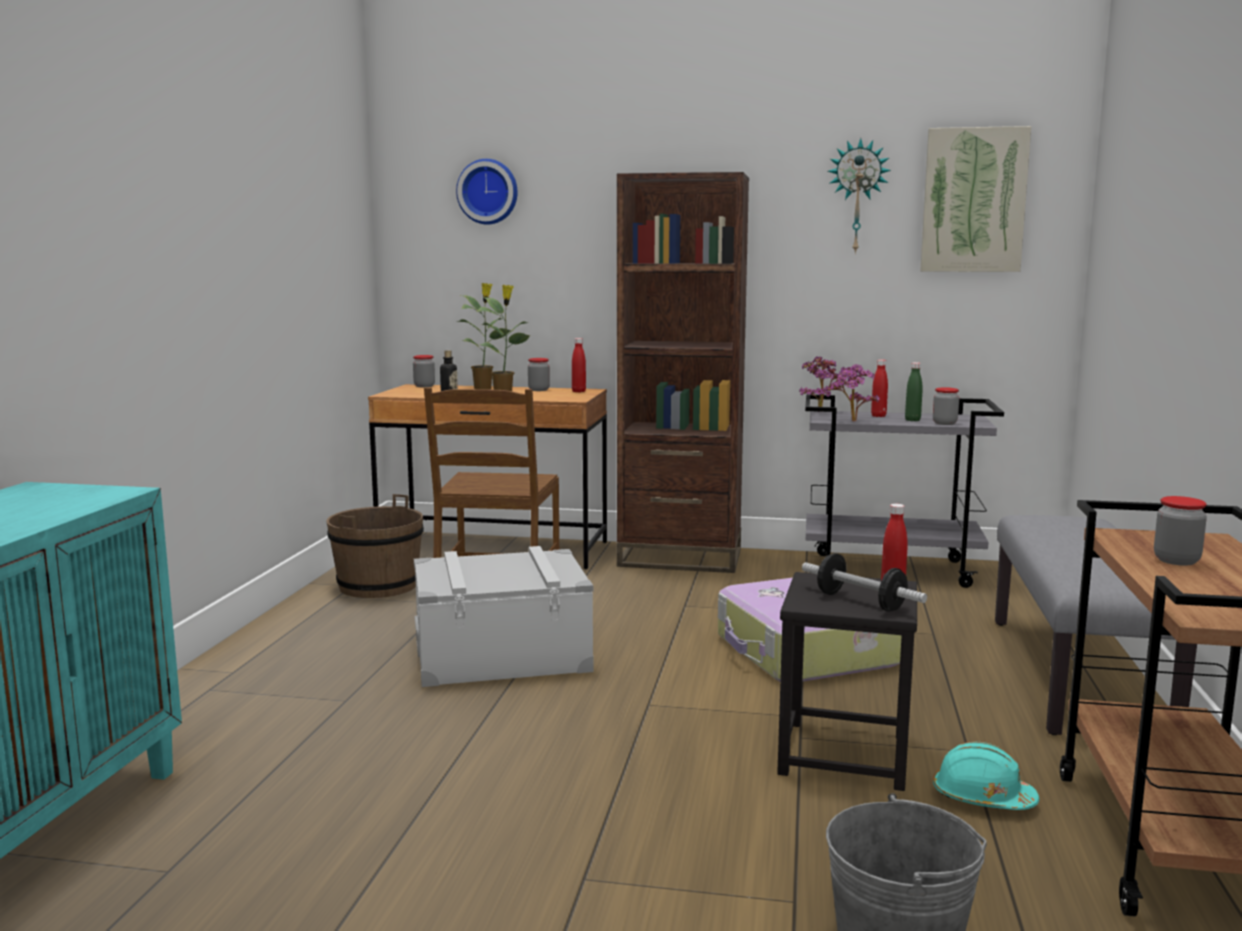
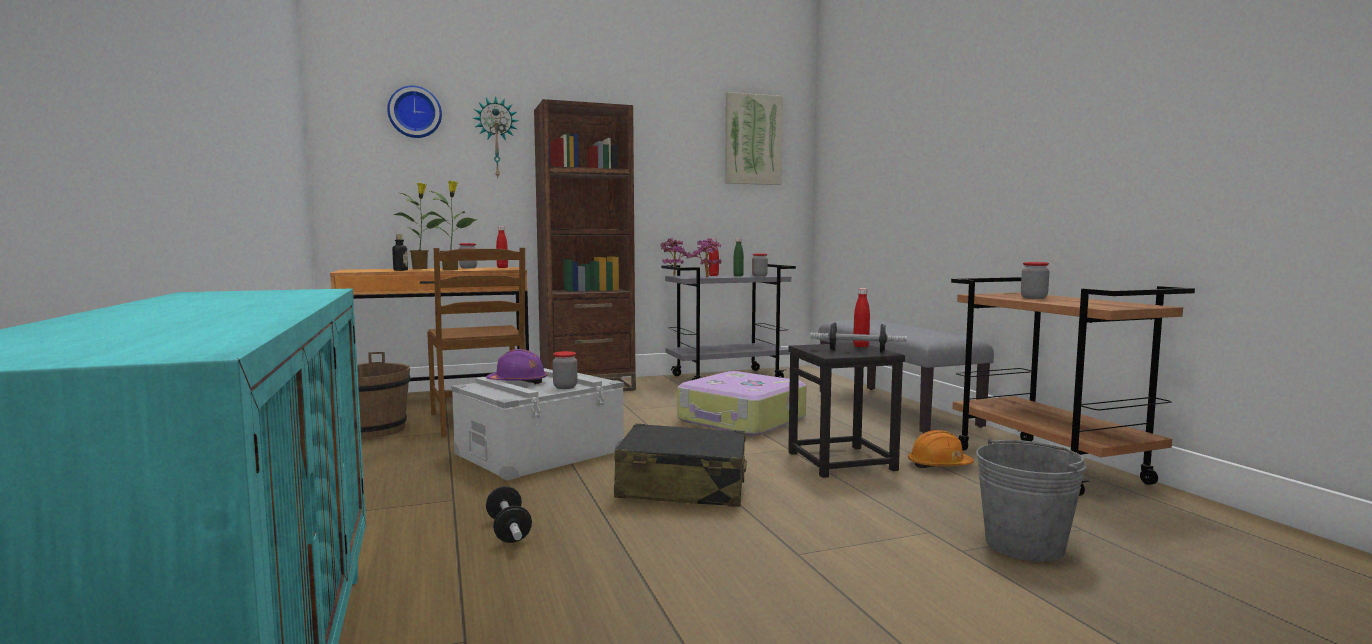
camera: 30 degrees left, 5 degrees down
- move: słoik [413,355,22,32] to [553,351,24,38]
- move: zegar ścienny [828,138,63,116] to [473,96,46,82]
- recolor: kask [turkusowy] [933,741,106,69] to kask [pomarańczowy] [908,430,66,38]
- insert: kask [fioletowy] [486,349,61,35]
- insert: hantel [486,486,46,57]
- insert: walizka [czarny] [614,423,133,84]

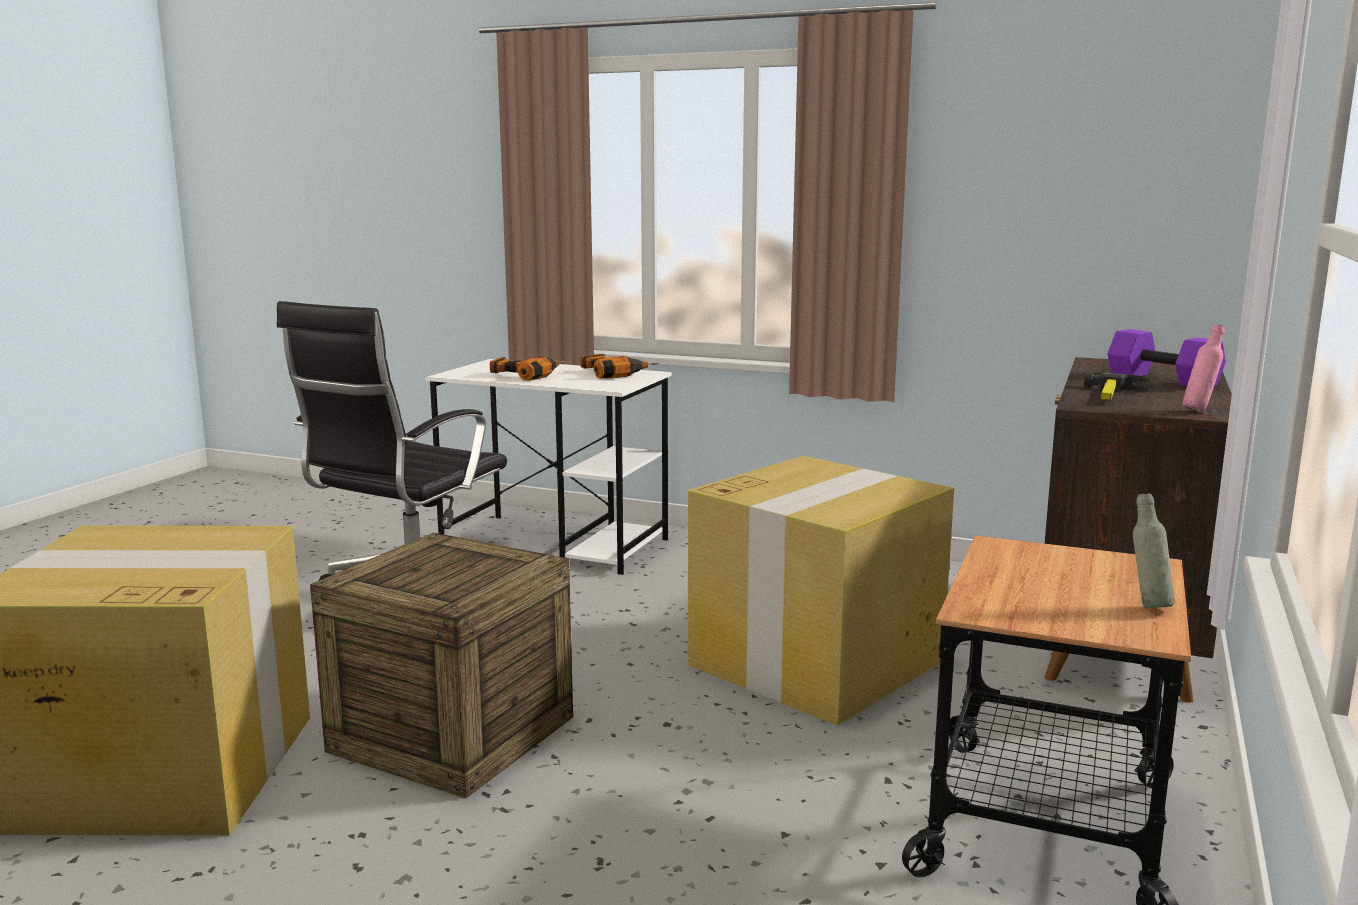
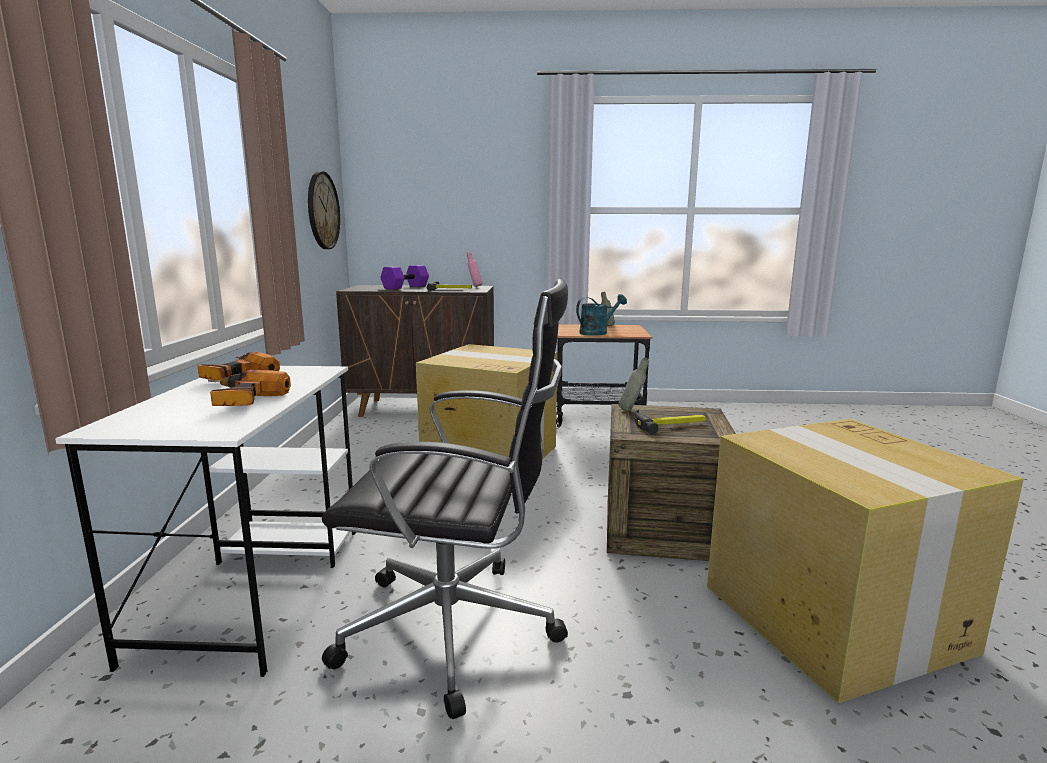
camera: 110 degrees left, 0 degrees up
- insert: zegar ścienny [308,171,32,78]
- insert: konewka [turkusowy] [576,294,51,42]
- insert: butelka [szary] [618,357,31,54]
- insert: młotek [635,410,71,24]

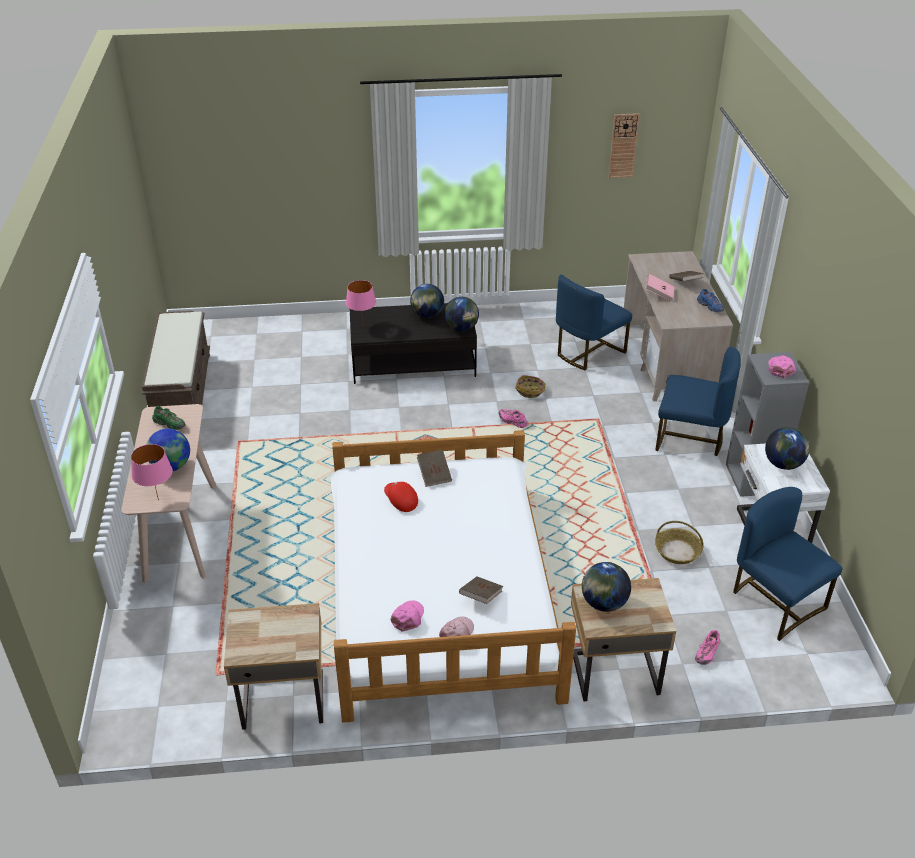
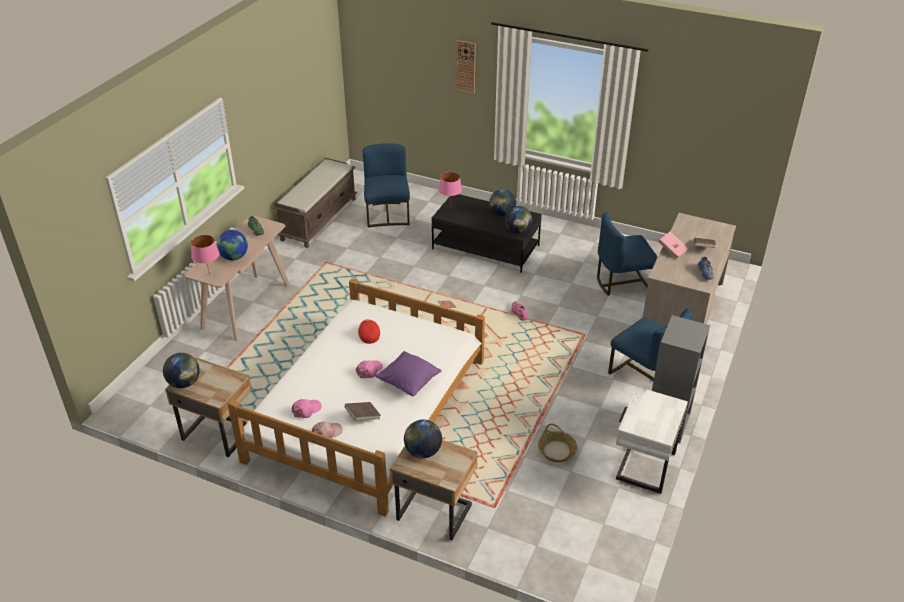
camera: 30 degrees right, 0 degrees up
- delete: książka [brązowy] [417,450,35,37]
- delete: koszyk [515,375,30,23]
- move: zegar ścienny [609,113,31,65] to [456,40,20,54]
- delete: but [różowy] [695,630,25,35]
- move: krzesło [niebieski] [733,487,109,154] to [363,143,47,85]
- move: globus [765,427,45,43] to [163,353,37,35]
- move: czapka z daszkiem [różowy] [768,355,28,23] to [356,360,27,18]
- insert: poduszka [fioletowy] [376,351,66,45]

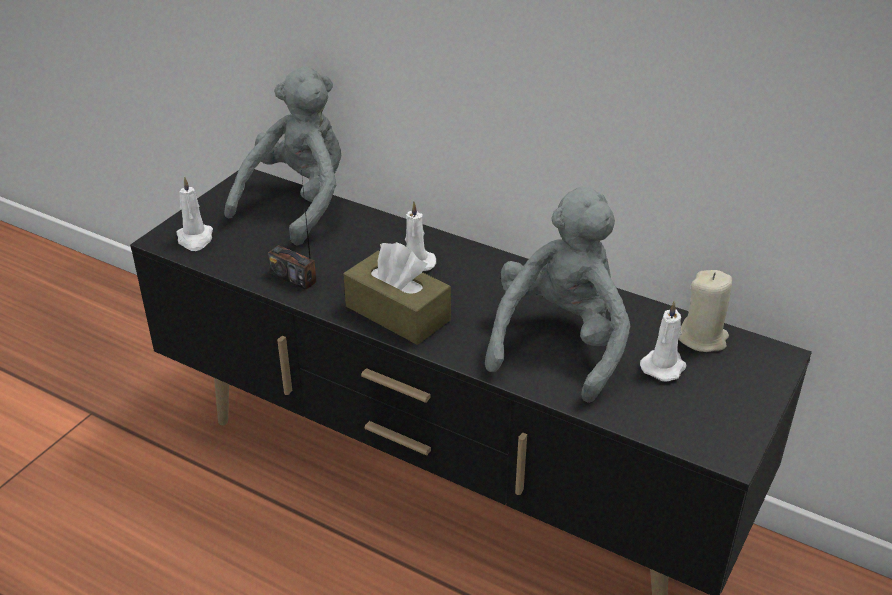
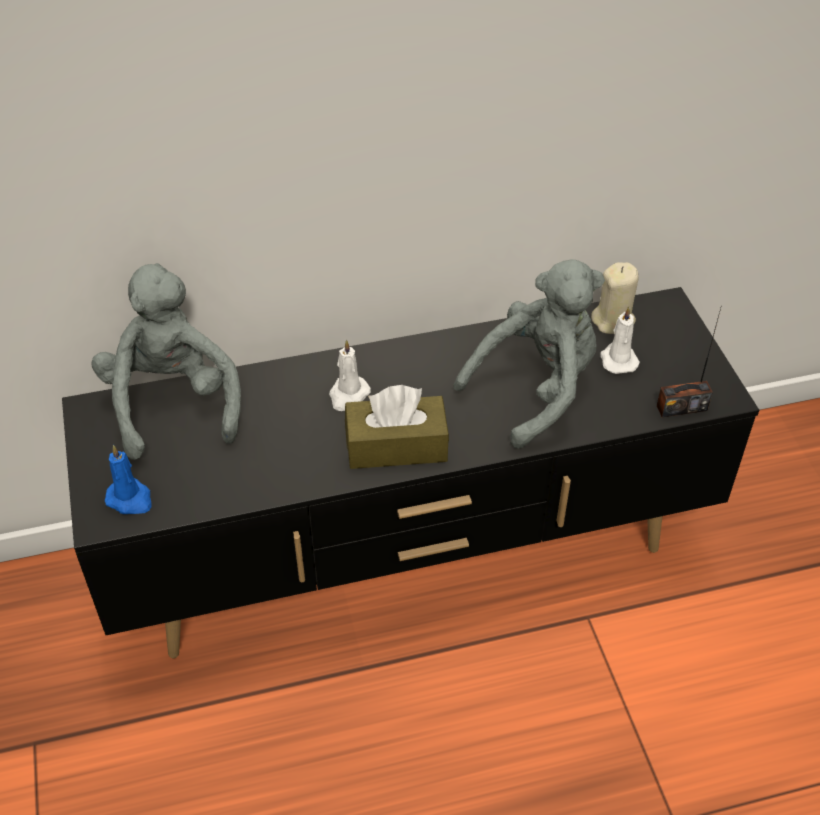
camera: 45 degrees left, 10 degrees up
- recolor: świeca [biały] [176,176,37,75] to świeca [niebieski] [105,445,47,69]
- move: radio [268,170,49,120] to [657,305,65,112]
- rotate: pluszak [szary] [485,187,145,216] = [454,259,151,190] 75 degrees clockwise

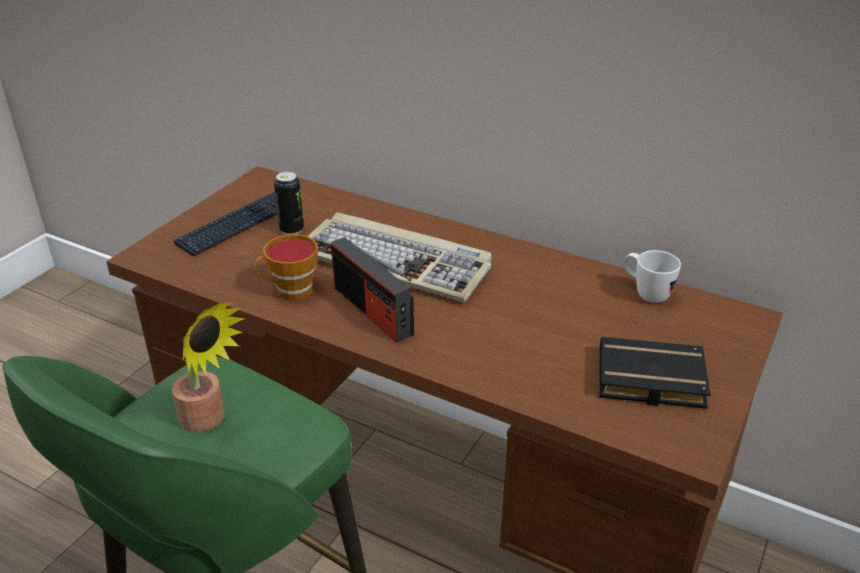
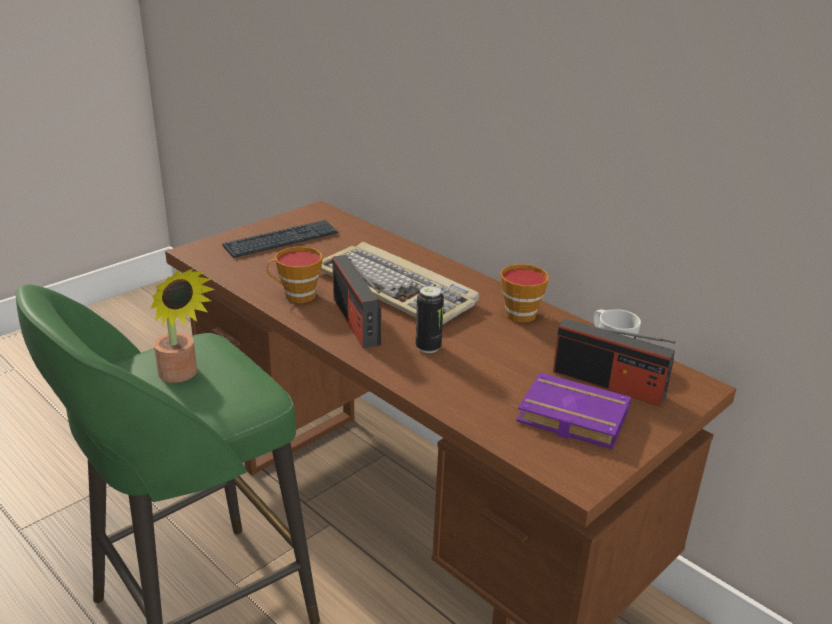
camera: 15 degrees right, 5 degrees down
- move: puszka [274,172,30,63] to [416,286,28,67]
- recolor: książka [czarny] [599,337,112,72] to książka [fioletowy] [517,373,114,76]
- insert: filiżanka [500,264,49,59]
- insert: radio [553,318,122,88]

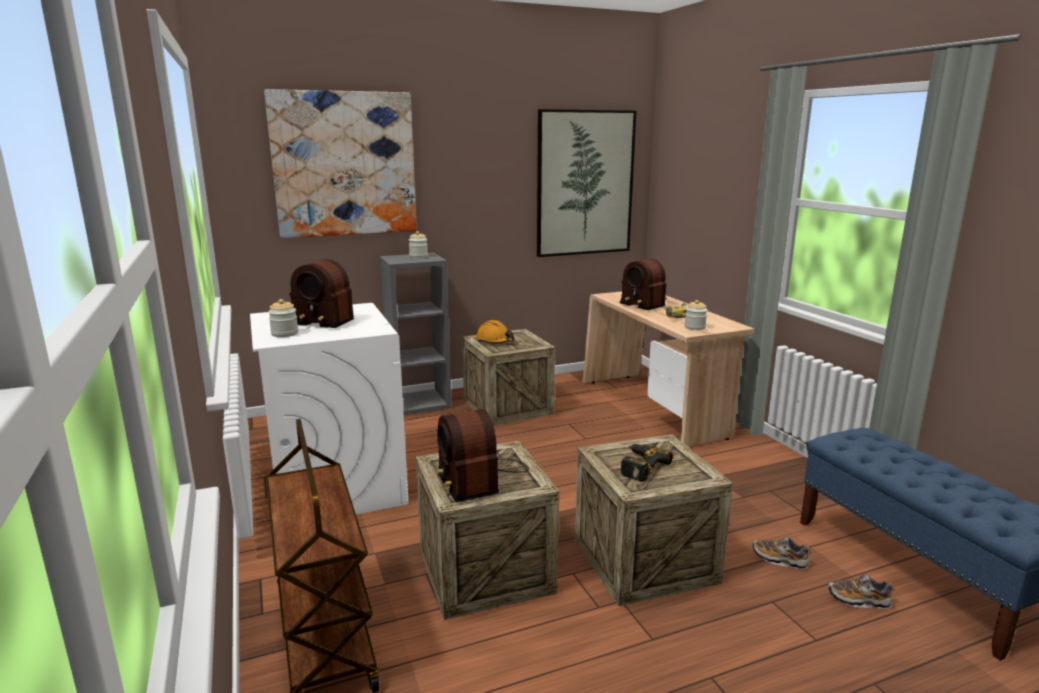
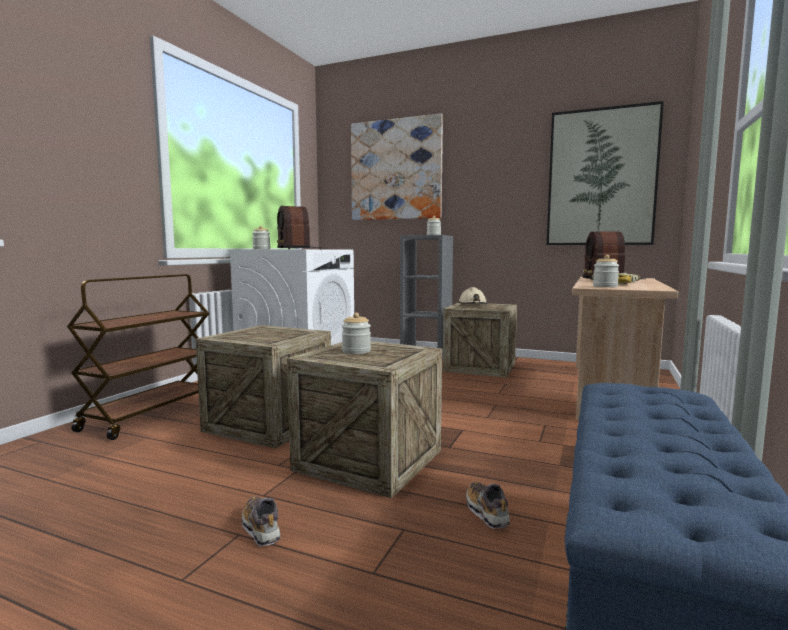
camera: 45 degrees right, 10 degrees down
- delete: radio [437,409,92,93]
- recolor: kask [pomarańczowy] [476,320,38,23] to kask [beżowy] [458,287,30,17]
- replace: wiertarka [621,444,52,38] to słoik [342,313,29,41]
- move: but [828,574,67,35] to [242,497,38,49]

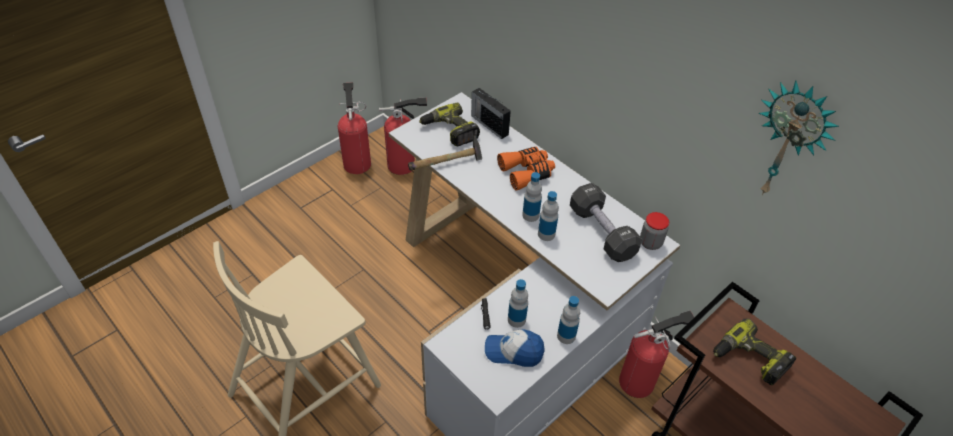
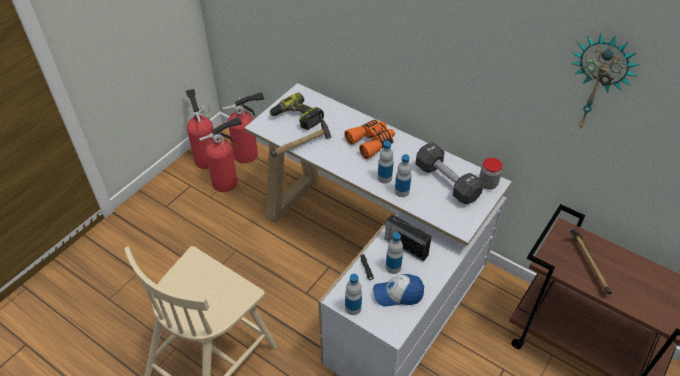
camera: 10 degrees left, 0 degrees up
- move: radio [471,88,40,51] to [385,214,47,48]
- move: butelka [557,296,23,48] to [345,274,17,41]
- move: gaśnica [619,310,75,88] to [199,117,43,75]
- replace: wiertarka [713,319,83,66] to młotek [568,228,44,66]

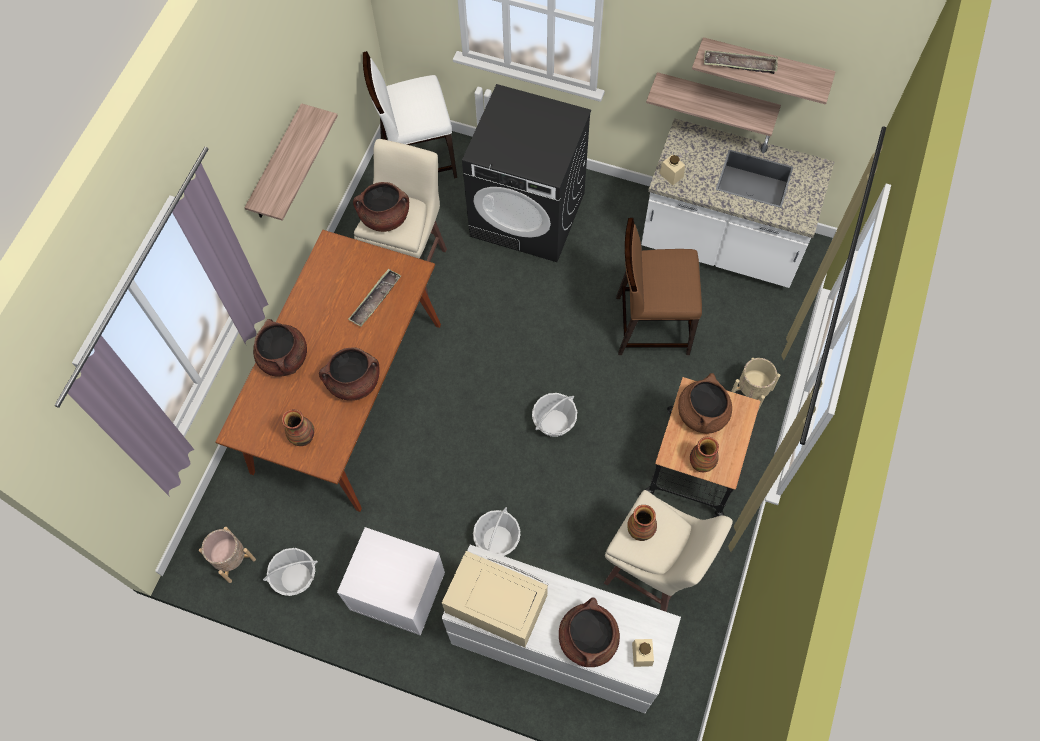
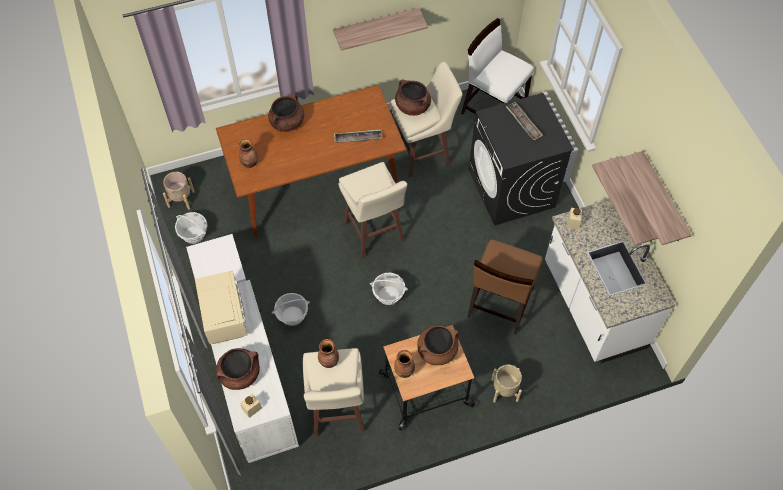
camera: 50 degrees right, 5 degrees down
- delete: garnek [brązowy] [319,347,60,54]
- rotate: krzesło [brązowy] [616,218,86,137] = [468,239,75,96] 120 degrees counterclockwise
- move: taca [704,50,74,24] to [506,102,37,39]
- insert: stołek [beżowy] [339,162,68,96]

